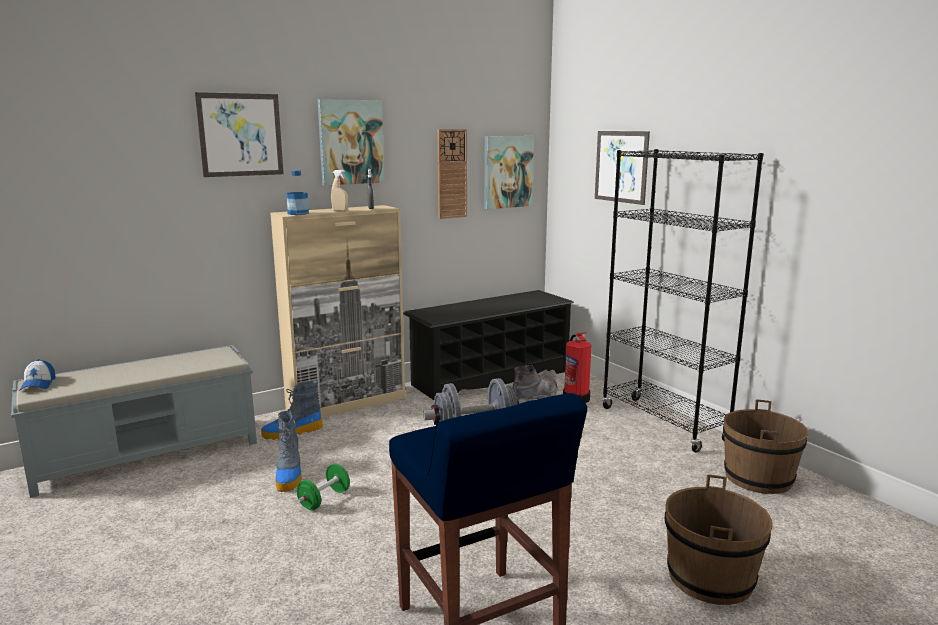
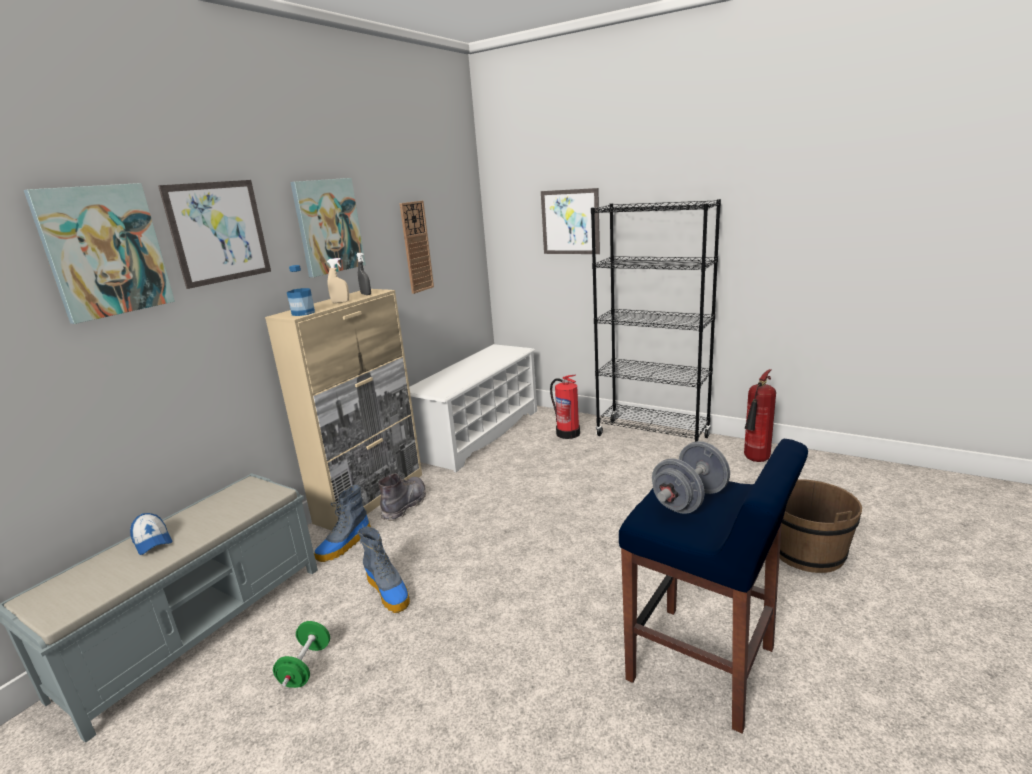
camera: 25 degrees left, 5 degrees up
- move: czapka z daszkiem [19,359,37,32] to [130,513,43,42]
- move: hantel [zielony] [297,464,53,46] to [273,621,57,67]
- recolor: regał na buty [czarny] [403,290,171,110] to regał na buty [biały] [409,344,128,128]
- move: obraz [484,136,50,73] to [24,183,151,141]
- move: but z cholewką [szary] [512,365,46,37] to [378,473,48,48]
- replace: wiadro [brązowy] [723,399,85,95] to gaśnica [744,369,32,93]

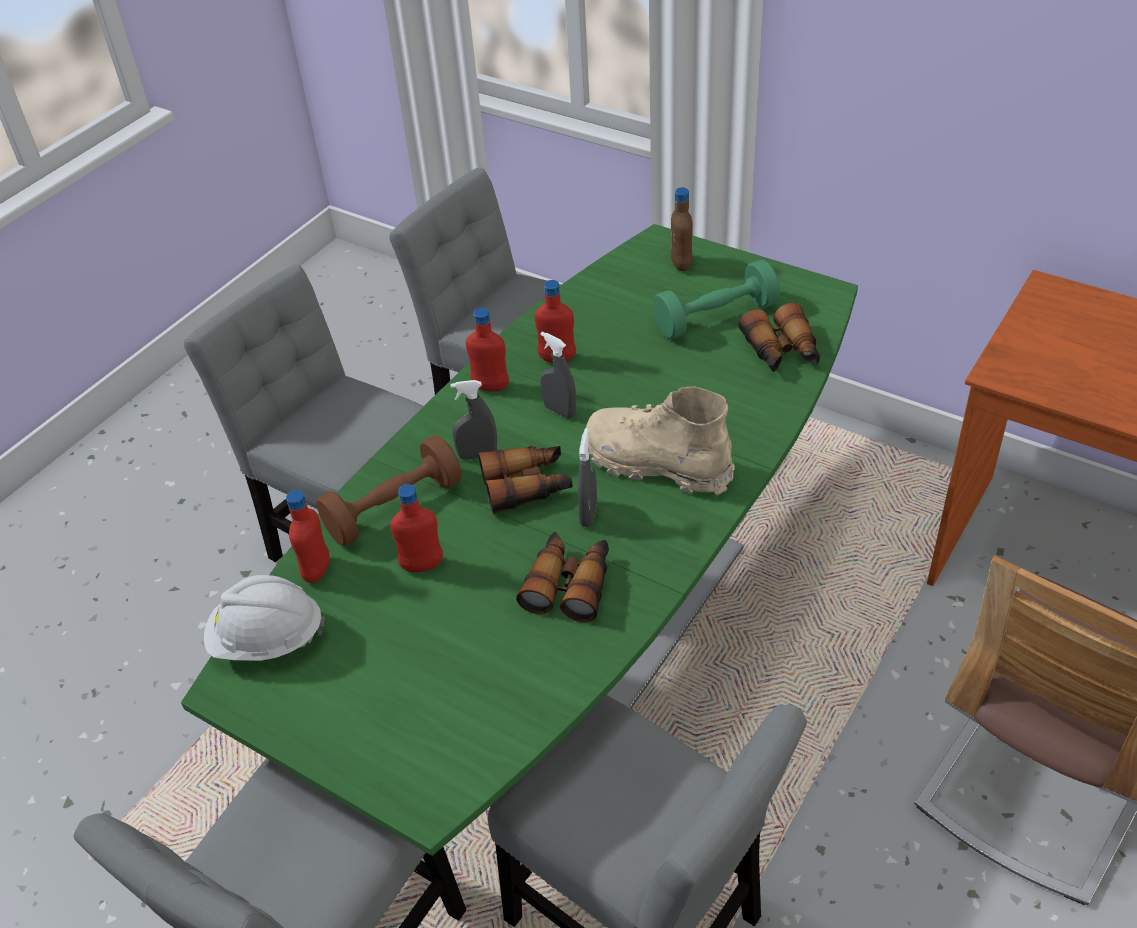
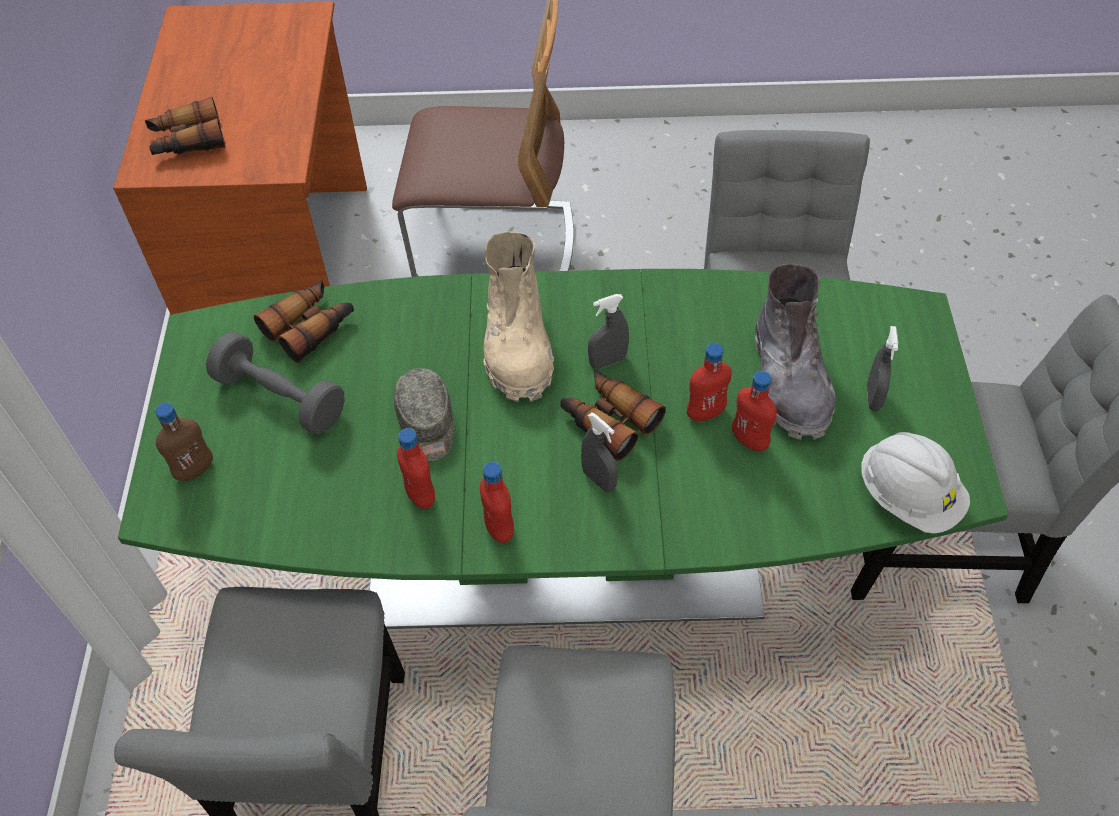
camera: 125 degrees left, 10 degrees up
- move: butelka [czerwony] [286,490,44,93] to [687,343,45,78]
- delete: hantel [brązowy] [316,435,145,111]
- move: lornetka [516,532,93,91] to [145,97,81,58]
- move: spryskiwacz [szary] [541,332,35,87] to [867,326,31,85]
- recolor: hantel [zielony] [653,260,127,79] to hantel [szary] [206,332,139,103]
- insert: czapka z daszkiem [szary] [394,368,60,93]
- insert: but z cholewką [szary] [755,264,80,176]

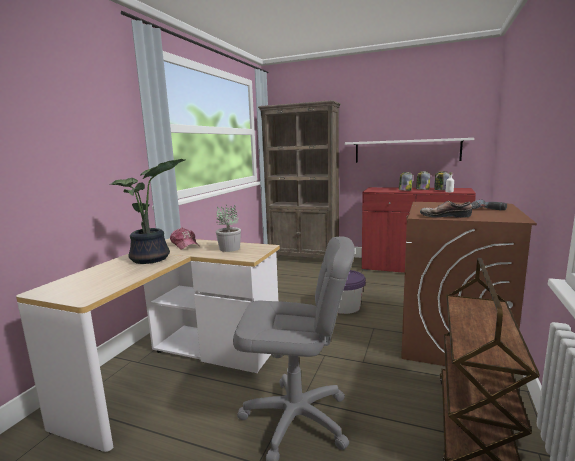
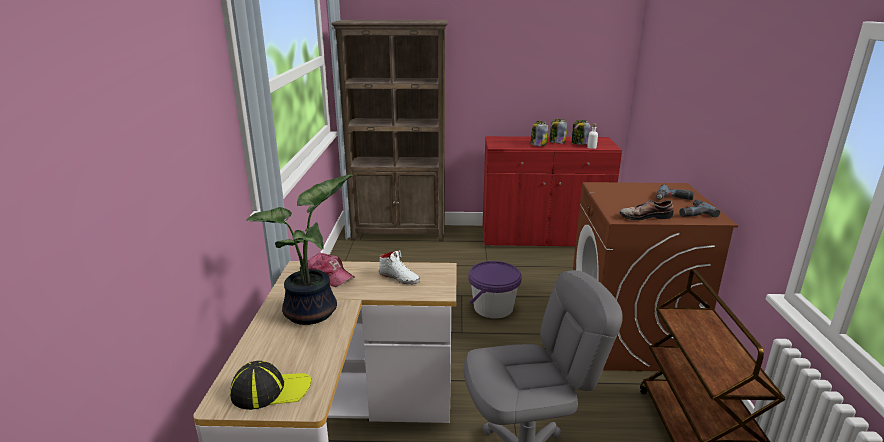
camera: 20 degrees left, 10 degrees up
- replace: roślina doniczkowa [216,203,25,49] to but [biały] [379,250,41,34]
- delete: półka [biały] [345,138,129,25]
- insert: czapka z daszkiem [230,361,81,49]
- insert: wiertarka [679,199,41,19]

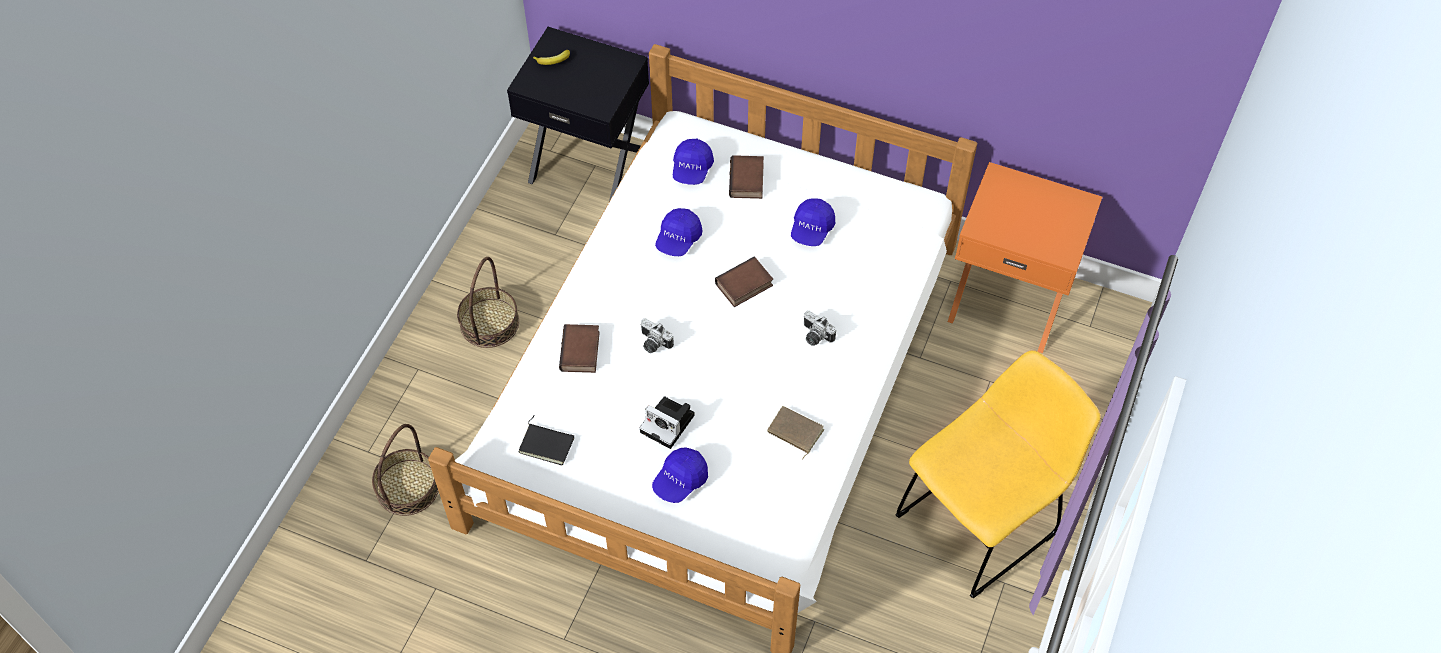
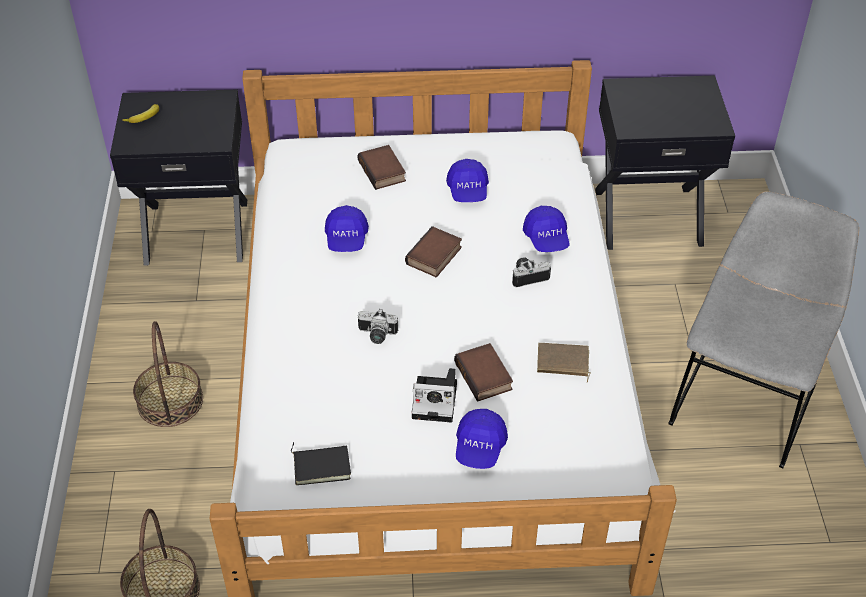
camera: 25 degrees left, 10 degrees down
- move: książka [559,324,41,49] to [454,343,59,59]
- move: czapka z daszkiem [niebieski] [673,139,41,46] to [523,205,46,47]
- rotate: aparat fotograficzny [804,311,32,35] = [512,257,39,31] 150 degrees clockwise
- recolor: krzesło [żółty] [895,350,206,248] to krzesło [szary] [669,192,190,276]
- recolor: szafka nocna [pomarańczowy] [948,162,154,191] to szafka nocna [czarny] [595,76,140,174]

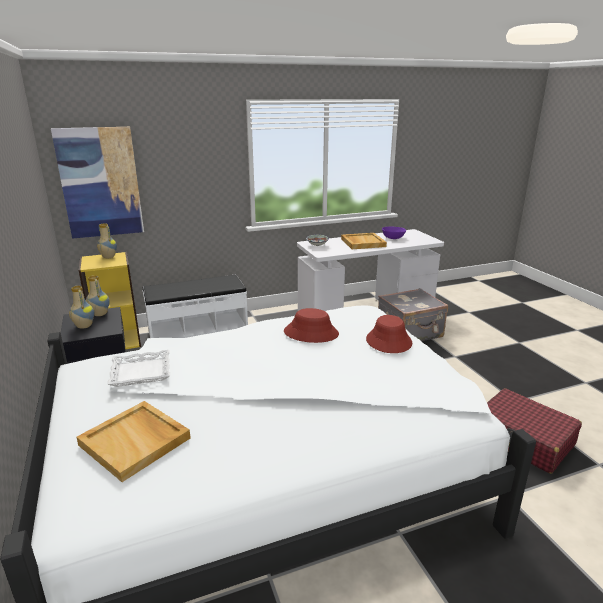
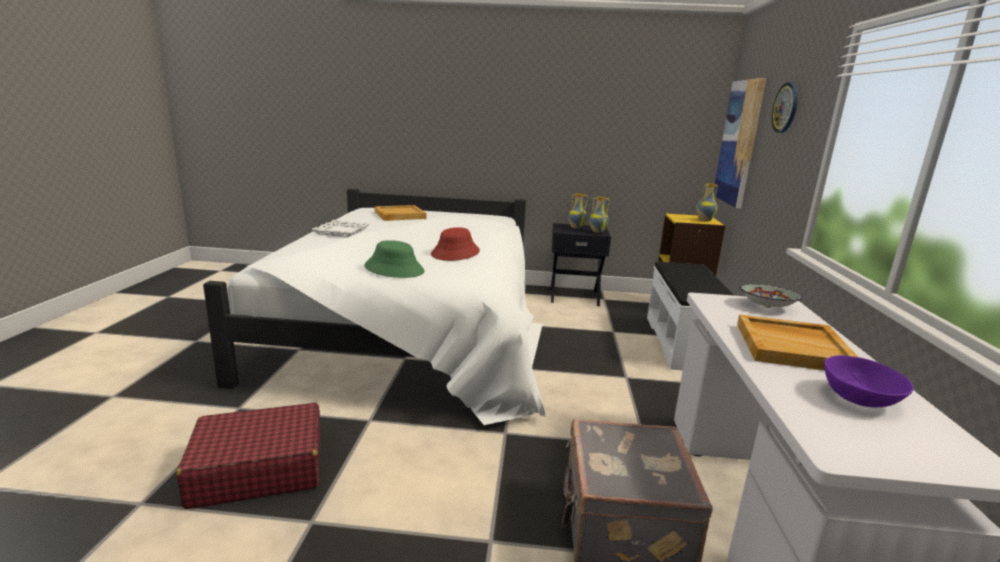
camera: 115 degrees right, 5 degrees down
- move: taca [biały] [107,350,63,37] to [312,220,58,17]
- recolor: kapelusz [czerwony] [366,315,46,38] to kapelusz [zielony] [364,240,60,38]
- insert: zegar ścienny [772,82,26,51]

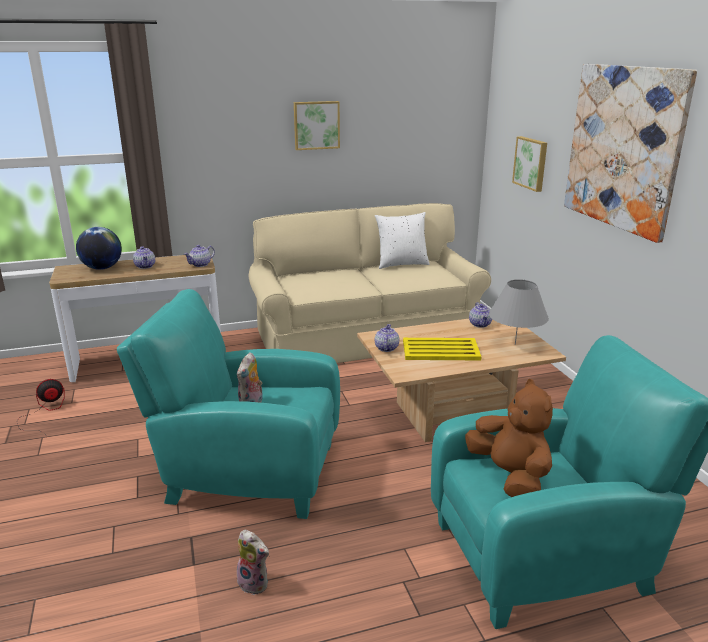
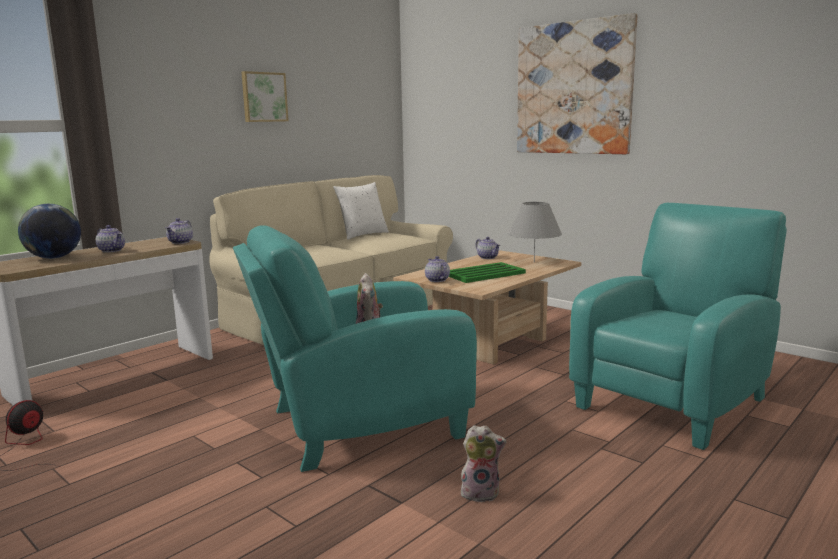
camera: 30 degrees left, 10 degrees down
- recolor: taca [żółty] [403,338,79,22] to taca [zielony] [449,262,77,21]
- delete: pluszak [brązowy] [465,379,88,118]
- delete: obraz [512,136,35,56]

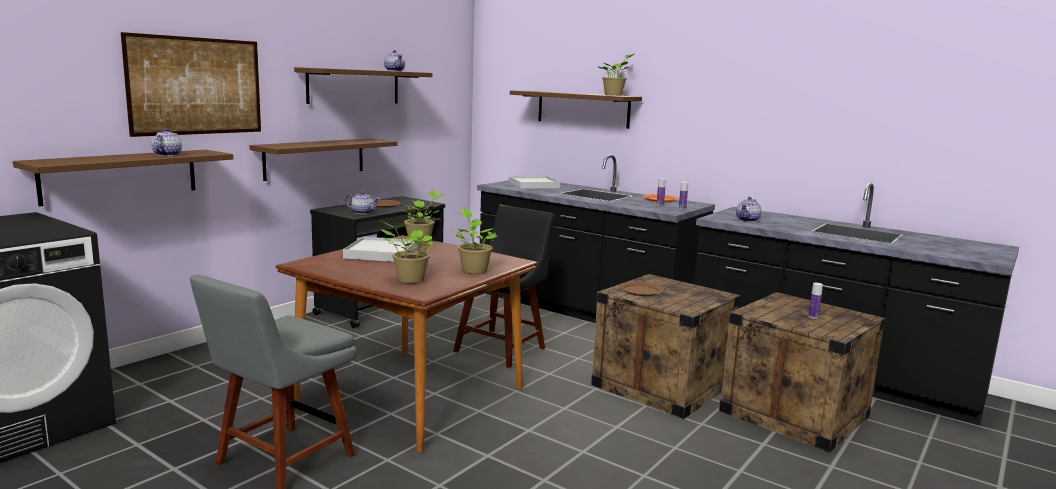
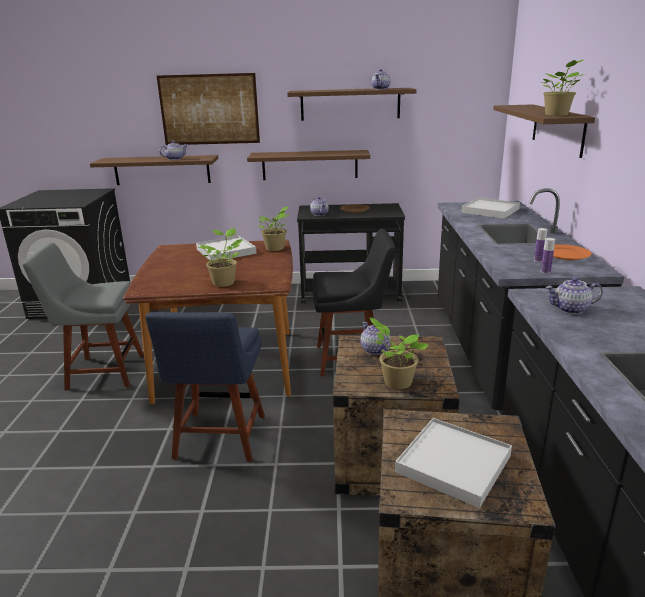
camera: 55 degrees right, 10 degrees up
- move: roślina doniczkowa [378,220,55,63] to [370,317,58,72]
- replace: talerz [brązowy] [619,281,45,15] to imbryk [360,322,30,33]
- replace: butelka [808,283,15,36] to taca [biały] [395,418,117,90]
- insert: krzesło [niebieski] [145,312,120,150]

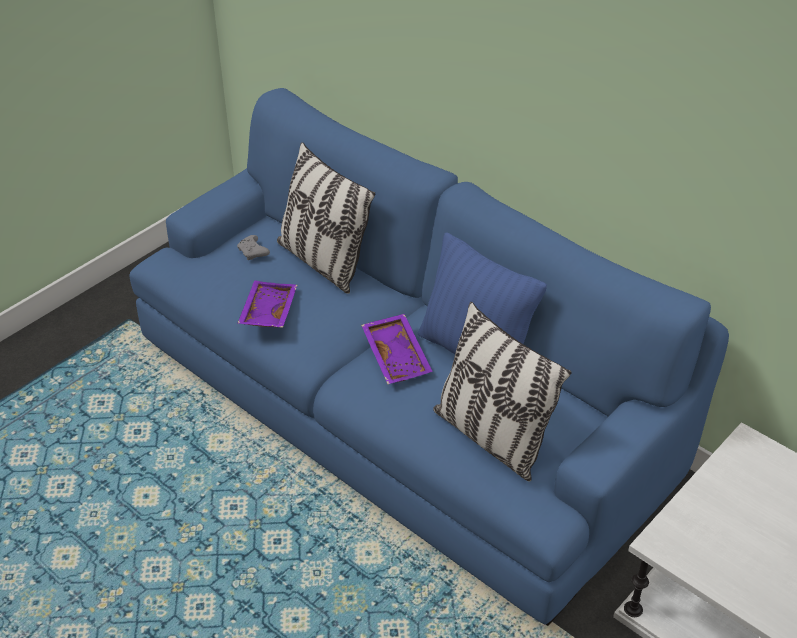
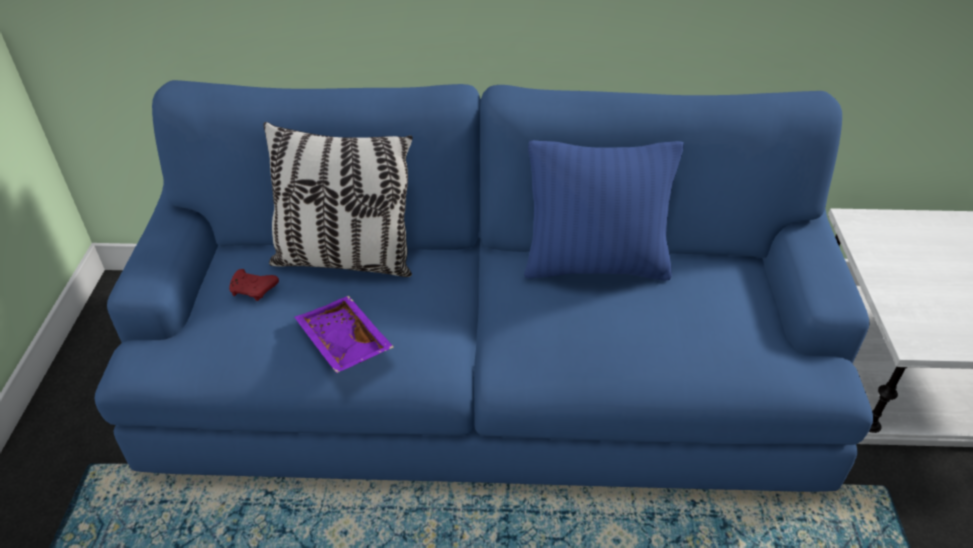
camera: 40 degrees left, 0 degrees up
- recolor: pad do gier [szary] [237,235,33,25] to pad do gier [czerwony] [229,269,50,32]
- delete: taca [fioletowy] [361,314,72,70]
- delete: poduszka [433,302,139,180]

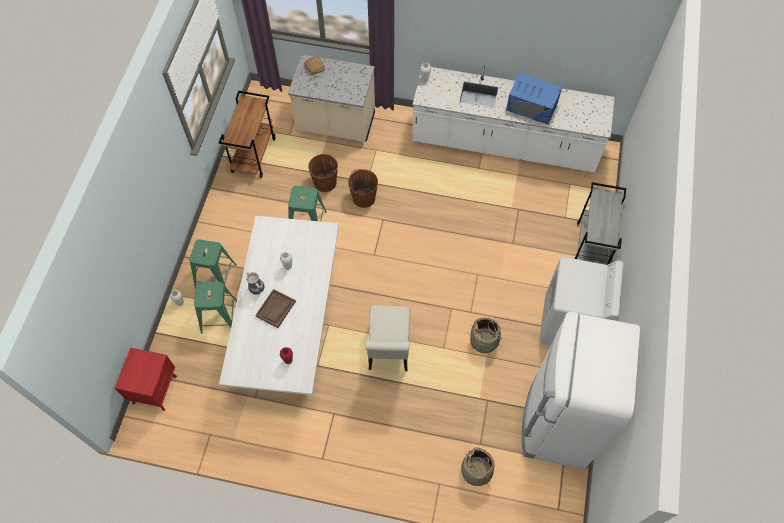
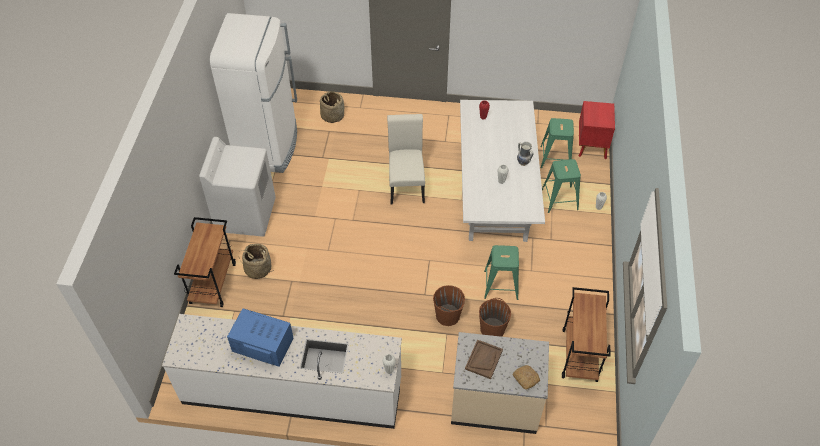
camera: 175 degrees right, 10 degrees down
- move: stołek [zielony] [189,240,48,54] to [540,118,34,50]
- move: taca [brązowy] [255,289,41,39] to [465,340,38,39]
- move: koszyk [468,318,35,36] to [239,244,33,35]
- recolor: wózek [szary] [575,182,51,83] to wózek [brązowy] [174,217,62,90]

